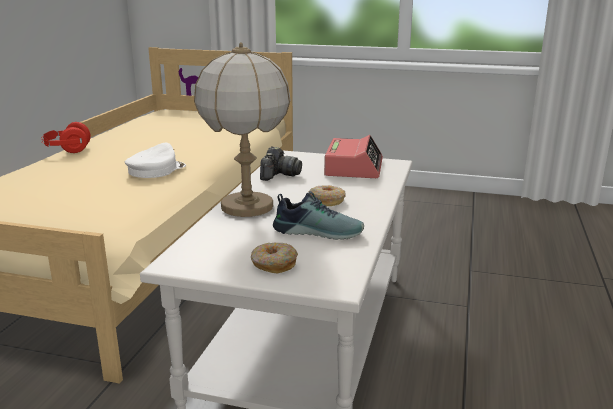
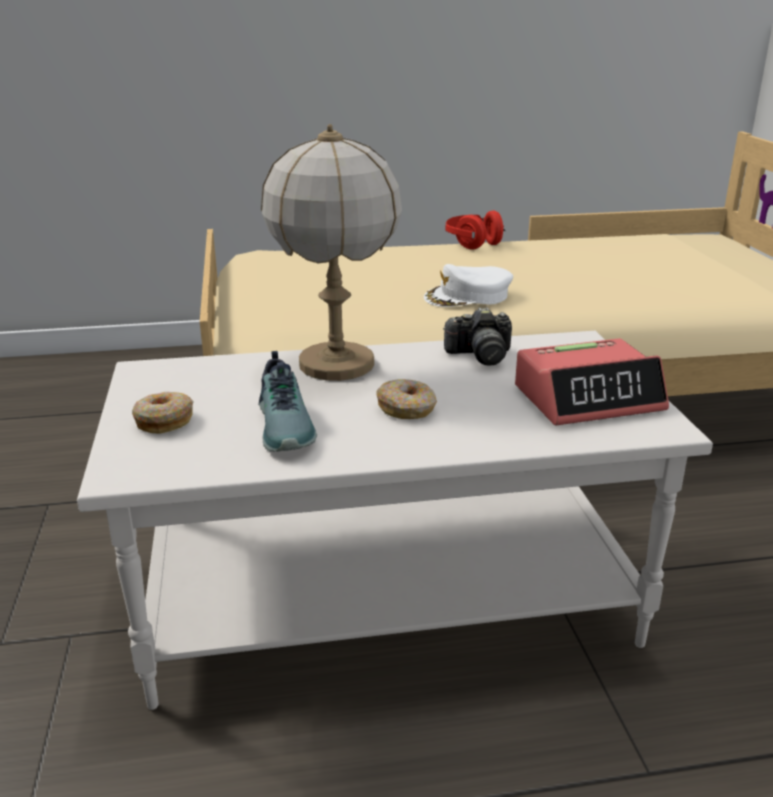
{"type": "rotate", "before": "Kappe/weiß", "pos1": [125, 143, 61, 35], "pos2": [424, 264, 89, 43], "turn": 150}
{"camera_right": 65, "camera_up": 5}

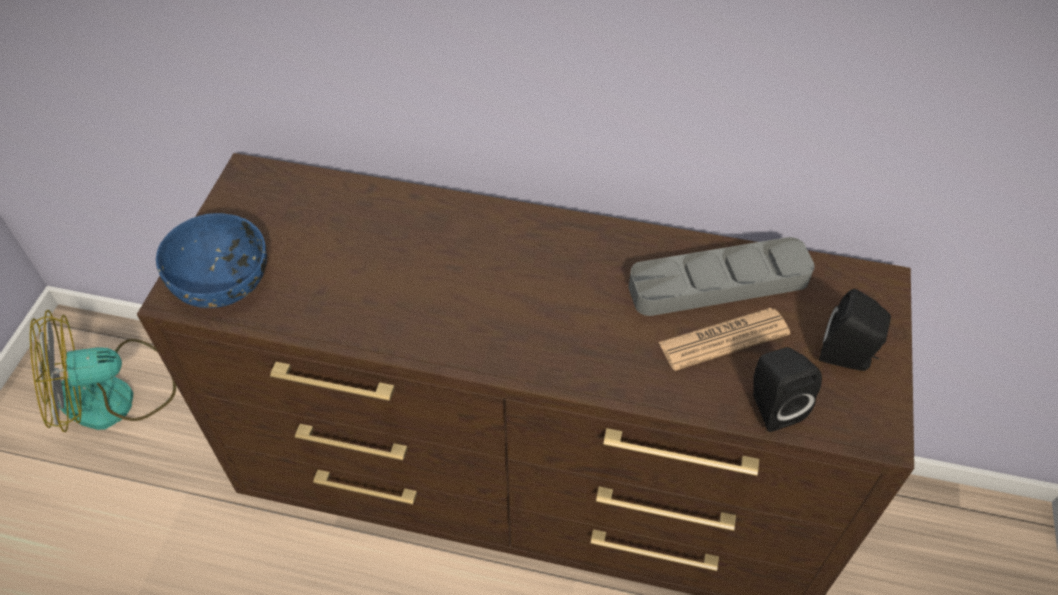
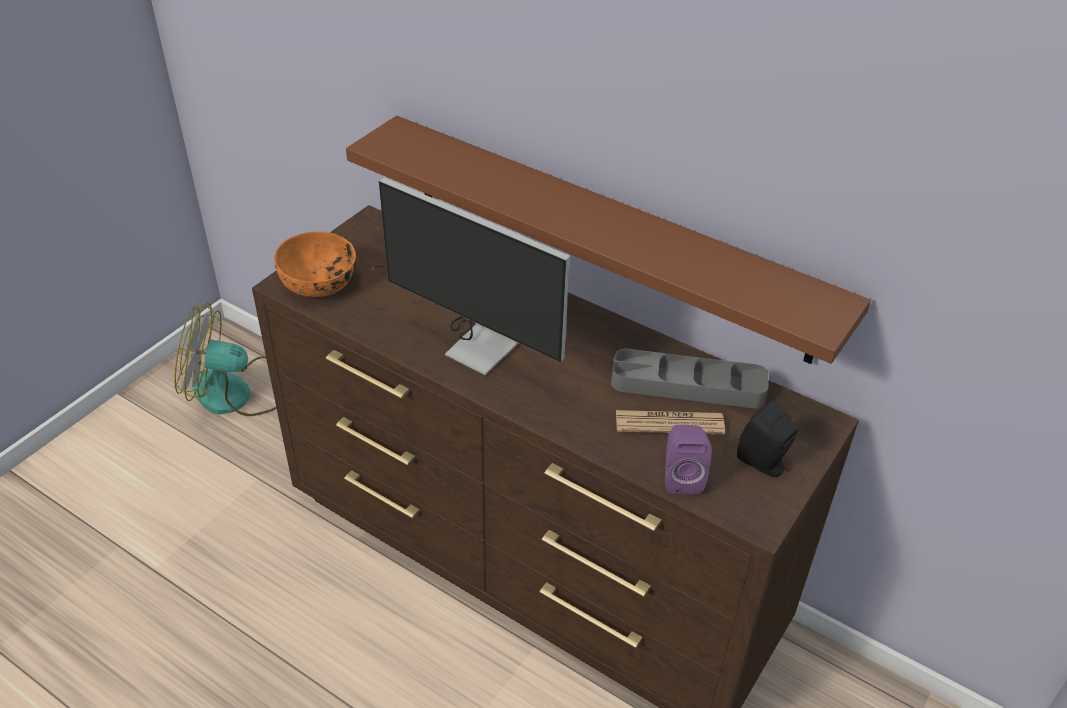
{"type": "insert", "after": "Wandregal/braun", "pos2": [346, 116, 525, 248]}
{"type": "insert", "after": "Monitor", "pos2": [371, 178, 199, 197]}
{"type": "recolor", "before": "Schüssel/blau", "after": "Schüssel/orange", "pos1": [156, 213, 111, 95], "pos2": [274, 231, 82, 66]}
{"type": "recolor", "before": "Lautsprecher/schwarz", "after": "Lautsprecher/lila", "pos1": [753, 347, 69, 85], "pos2": [665, 425, 47, 69]}
{"camera_right": 20, "camera_up": -10}

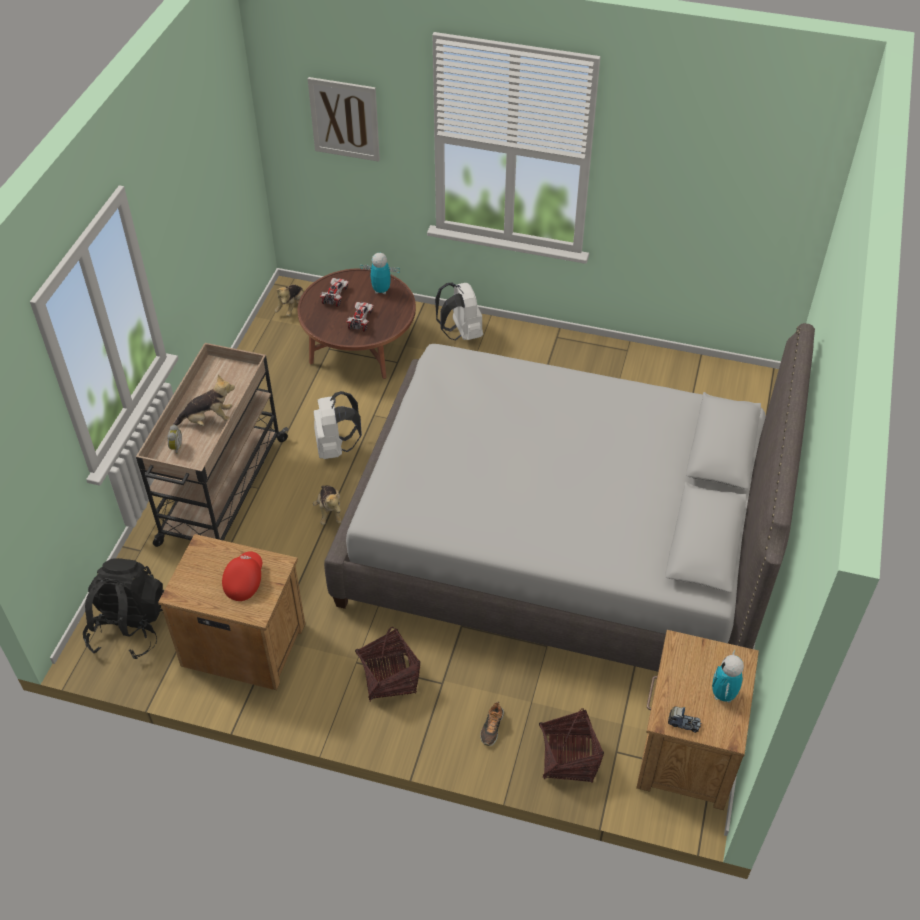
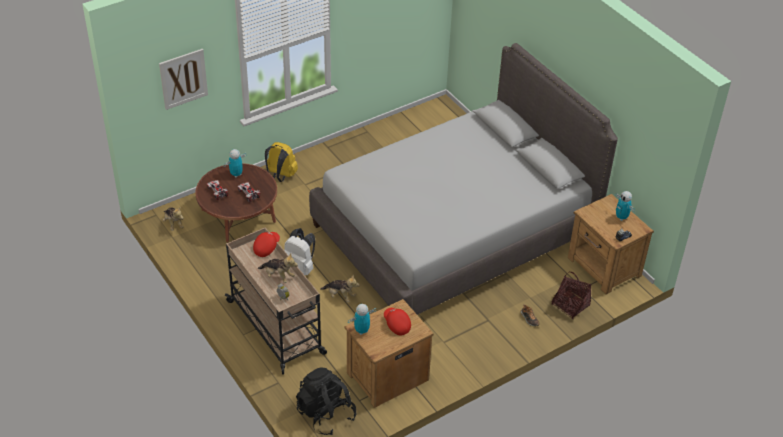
{"type": "delete", "before": "Korb", "pos1": [355, 627, 66, 75]}
{"type": "insert", "after": "Kappe/rot", "pos2": [253, 232, 27, 25]}
{"type": "insert", "after": "Spielzeugroboter", "pos2": [348, 304, 28, 31]}
{"type": "recolor", "before": "Rucksack/weiß", "after": "Rucksack/gelb", "pos1": [435, 283, 48, 57], "pos2": [265, 142, 33, 40]}
{"type": "rotate", "before": "Plüschtier", "pos1": [173, 374, 62, 52], "pos2": [258, 254, 40, 29], "turn": 90}
{"camera_right": -50, "camera_up": -5}

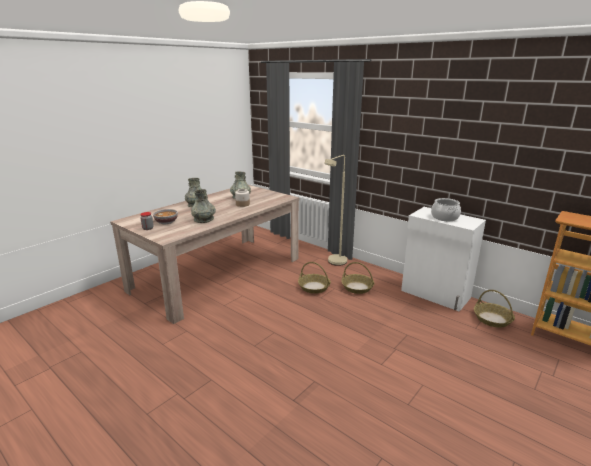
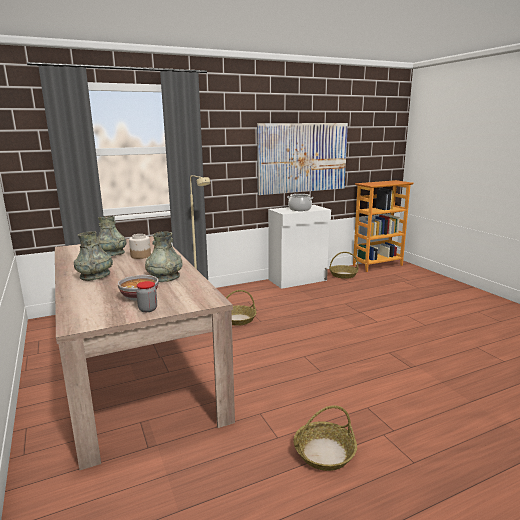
{"type": "insert", "after": "Bild", "pos2": [257, 123, 91, 72]}
{"type": "move", "before": "Korb", "pos1": [341, 262, 33, 32], "pos2": [294, 405, 63, 66]}
{"camera_right": -65, "camera_up": -5}

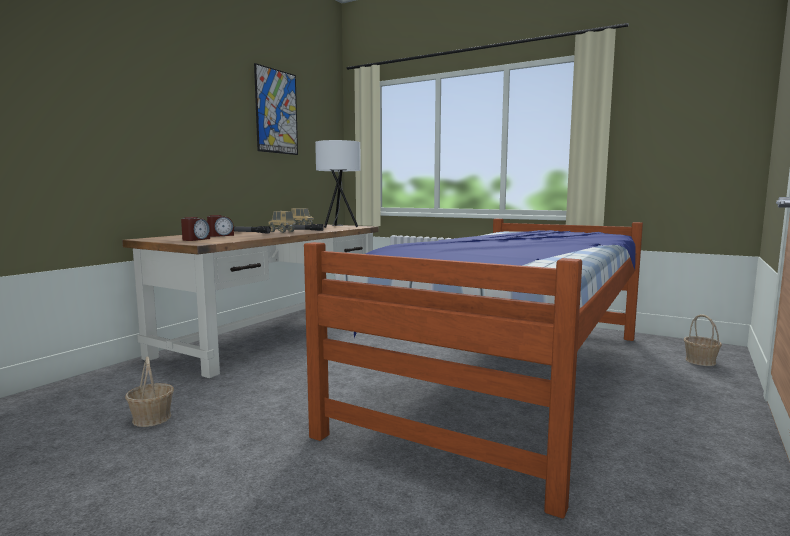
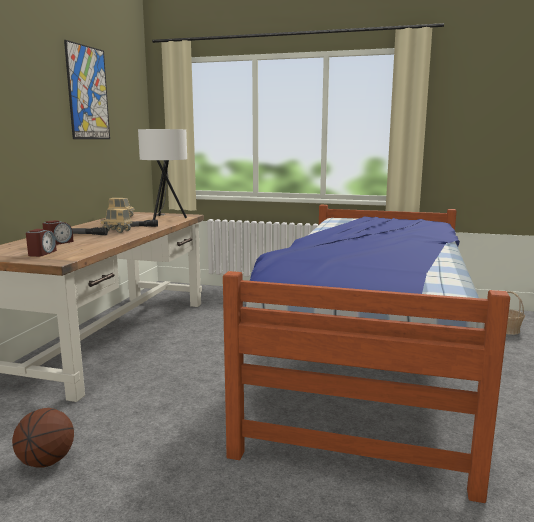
{"type": "replace", "before": "Korb", "after": "Basketball", "pos1": [125, 356, 49, 71], "pos2": [12, 408, 62, 60]}
{"camera_right": -15, "camera_up": 5}

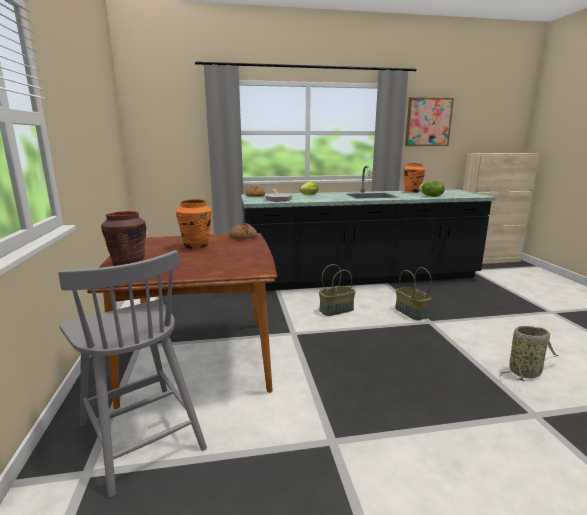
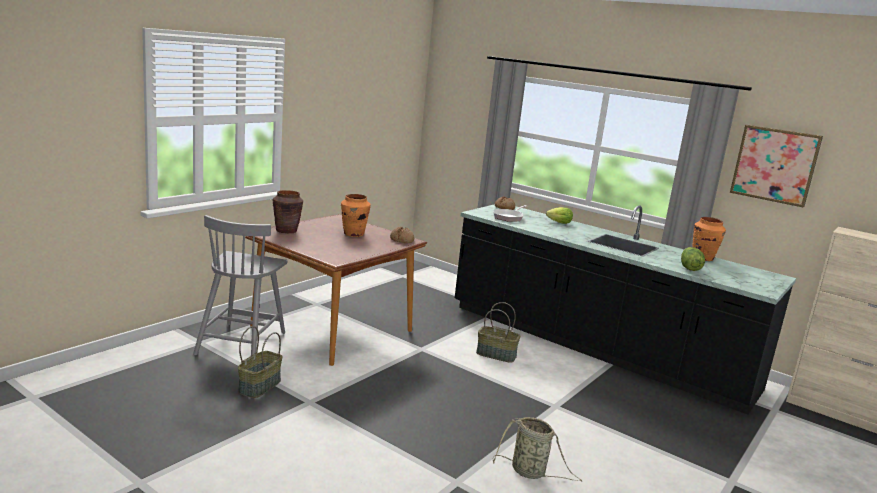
{"type": "move", "before": "Korb", "pos1": [395, 267, 37, 53], "pos2": [238, 326, 45, 72]}
{"camera_right": 45, "camera_up": 0}

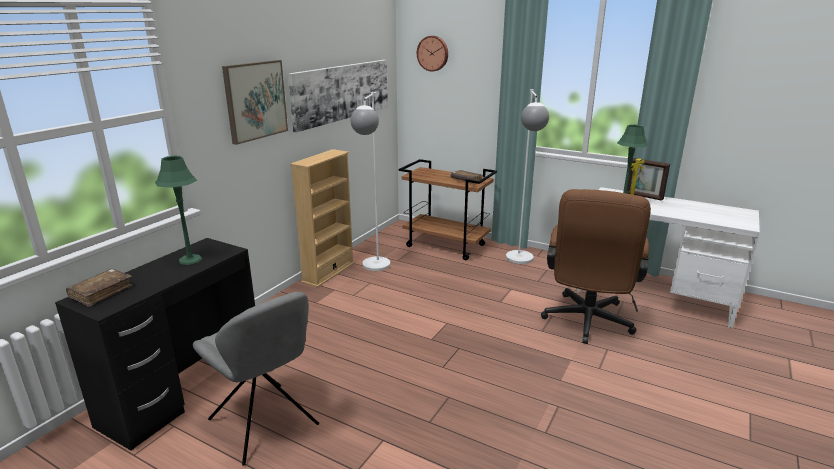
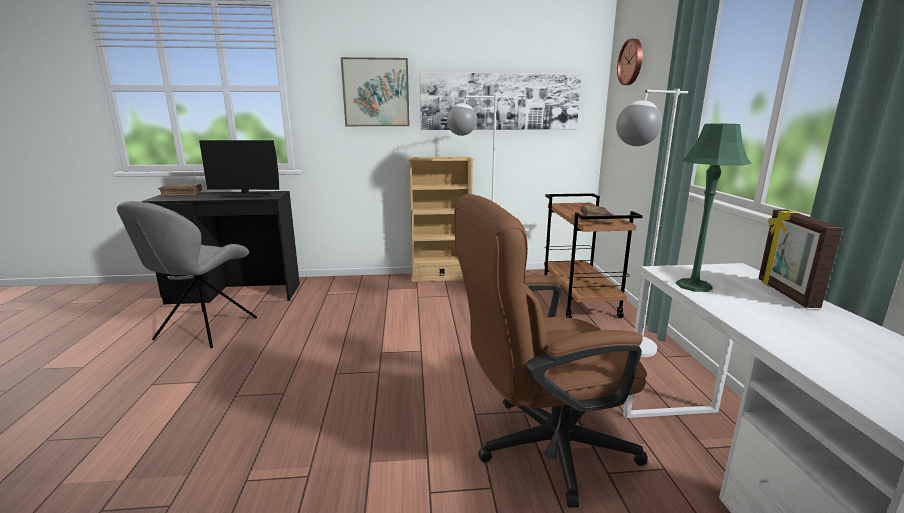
{"type": "replace", "before": "Tischlampe/grün", "after": "Monitor", "pos1": [155, 156, 47, 109], "pos2": [199, 140, 80, 57]}
{"camera_right": 55, "camera_up": -5}

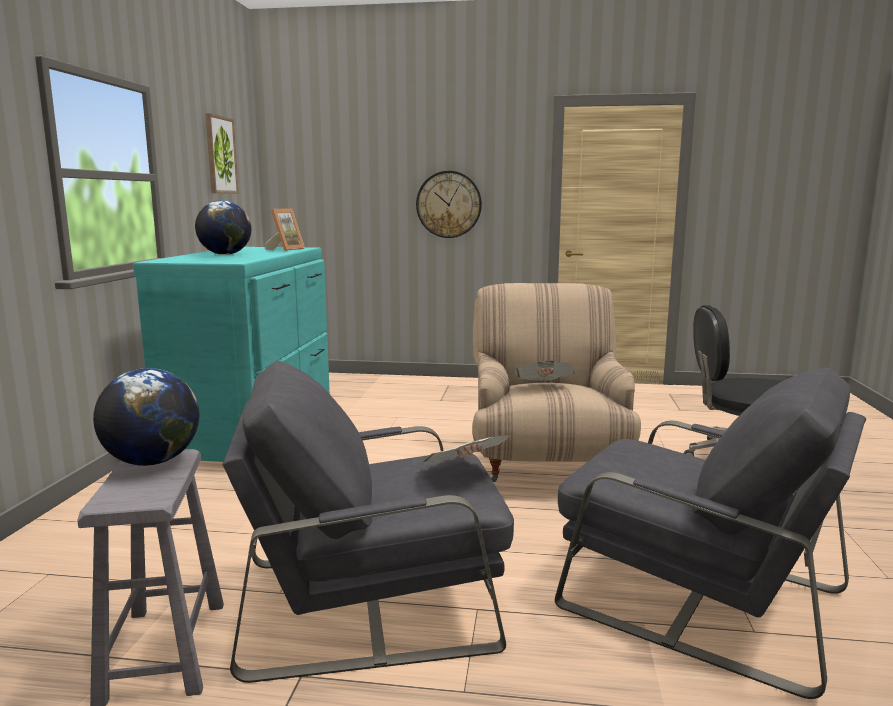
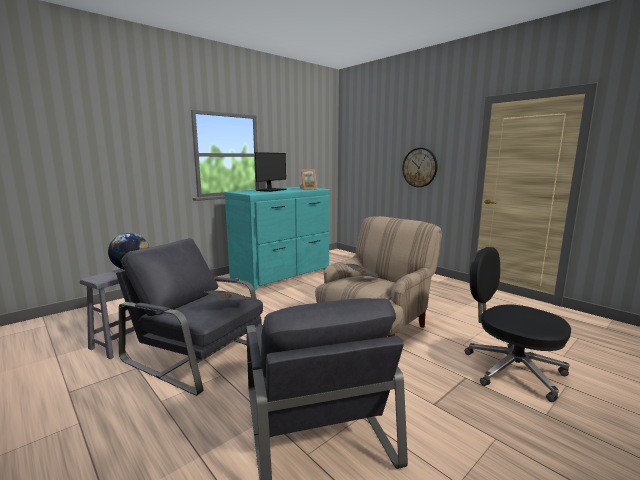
{"type": "delete", "before": "Bild", "pos1": [205, 113, 34, 81]}
{"type": "replace", "before": "Globus", "after": "Monitor", "pos1": [195, 200, 56, 55], "pos2": [255, 152, 31, 40]}
{"camera_right": 40, "camera_up": 0}

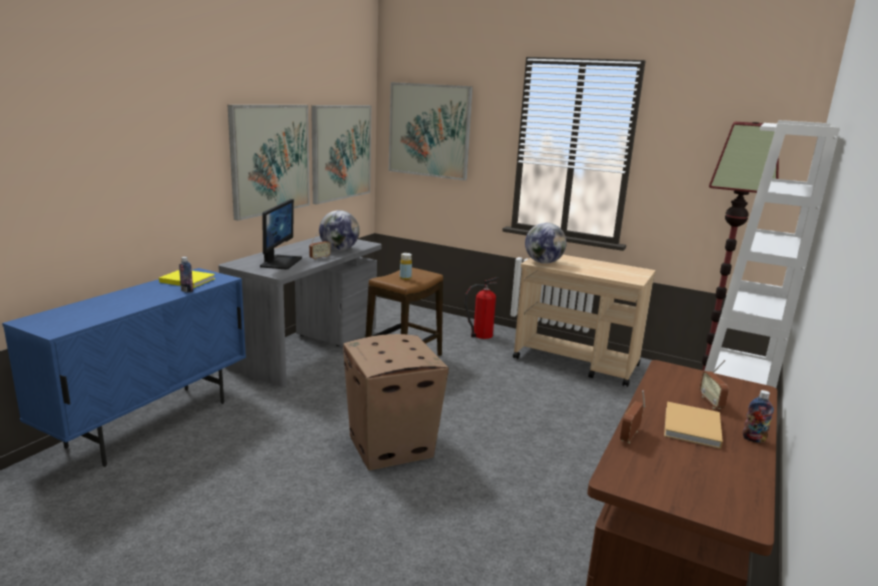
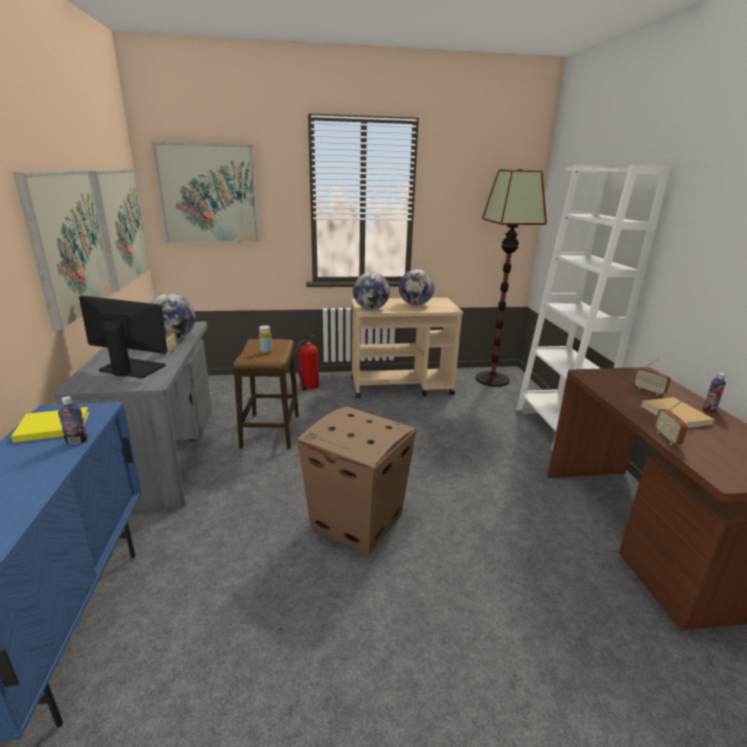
{"type": "insert", "after": "Globus", "pos2": [399, 269, 35, 36]}
{"type": "rotate", "before": "Monitor", "pos1": [260, 199, 42, 71], "pos2": [79, 296, 88, 82], "turn": -45}
{"camera_right": -35, "camera_up": 5}

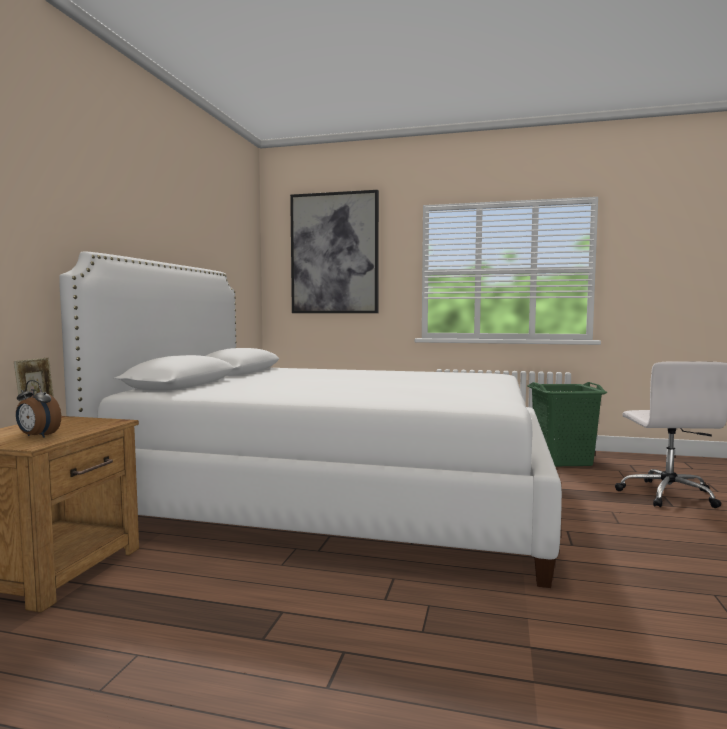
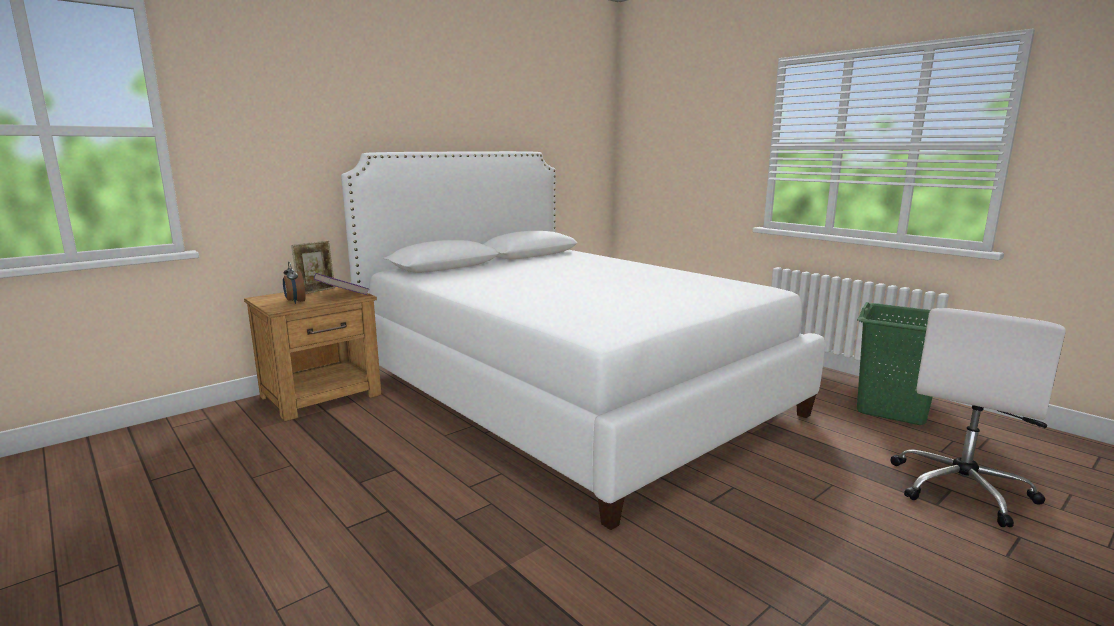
{"type": "delete", "before": "Bild", "pos1": [290, 190, 89, 123]}
{"type": "insert", "after": "Buch/lila", "pos2": [314, 273, 55, 22]}
{"camera_right": 35, "camera_up": 10}

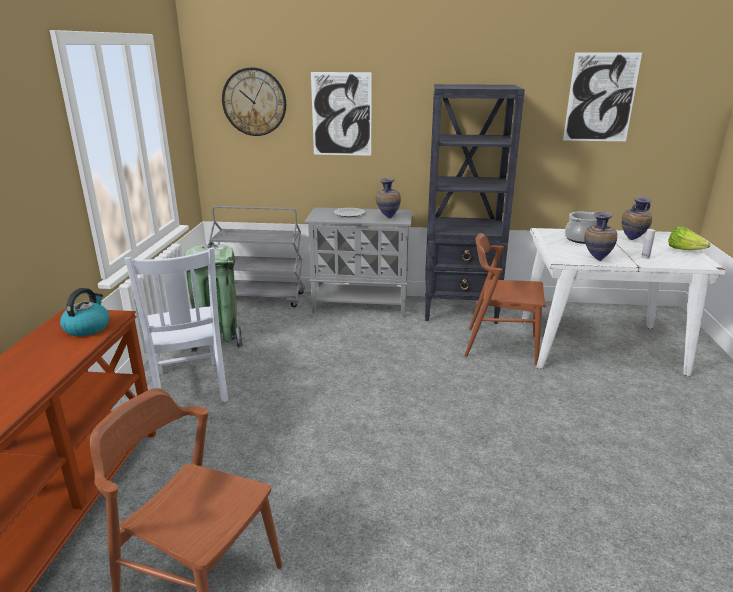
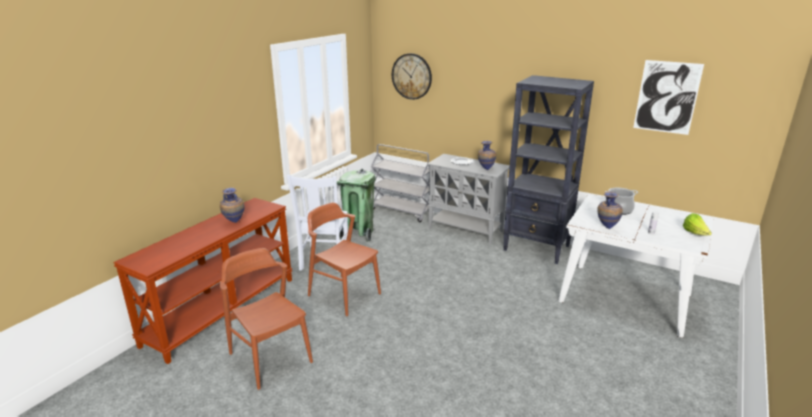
{"type": "delete", "before": "Wasserkessel", "pos1": [60, 288, 49, 48]}
{"type": "delete", "before": "Bild", "pos1": [311, 72, 61, 84]}
{"type": "move", "before": "Stuhl/braun", "pos1": [464, 233, 82, 133], "pos2": [308, 202, 73, 114]}
{"type": "move", "before": "Vase", "pos1": [622, 196, 30, 44], "pos2": [220, 187, 24, 36]}
{"camera_right": 25, "camera_up": 0}

